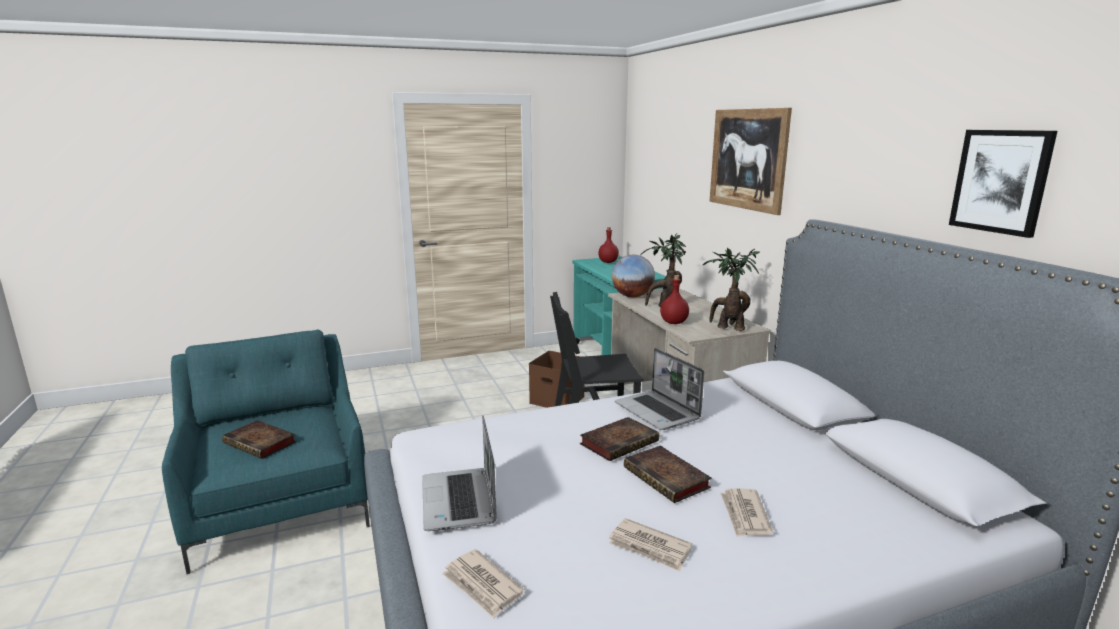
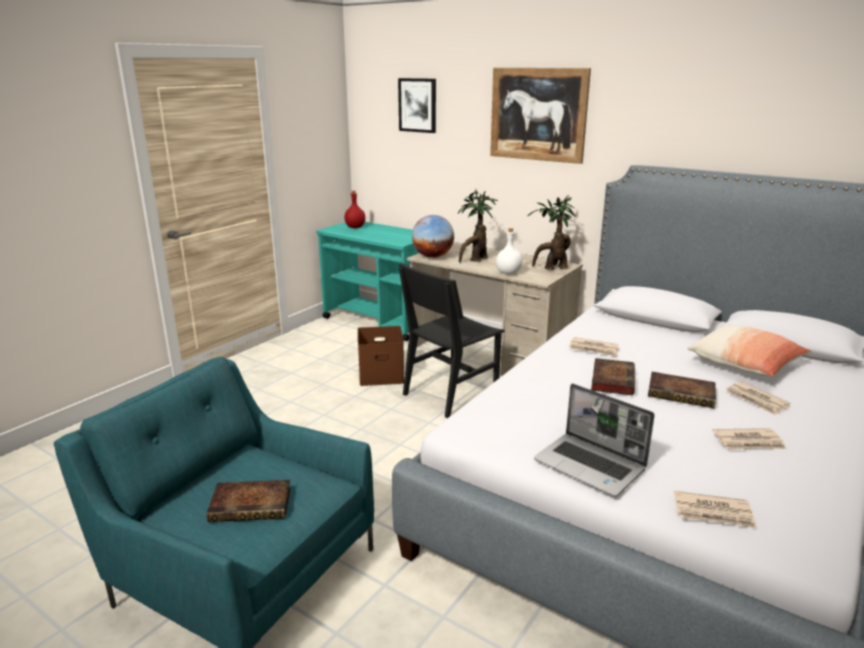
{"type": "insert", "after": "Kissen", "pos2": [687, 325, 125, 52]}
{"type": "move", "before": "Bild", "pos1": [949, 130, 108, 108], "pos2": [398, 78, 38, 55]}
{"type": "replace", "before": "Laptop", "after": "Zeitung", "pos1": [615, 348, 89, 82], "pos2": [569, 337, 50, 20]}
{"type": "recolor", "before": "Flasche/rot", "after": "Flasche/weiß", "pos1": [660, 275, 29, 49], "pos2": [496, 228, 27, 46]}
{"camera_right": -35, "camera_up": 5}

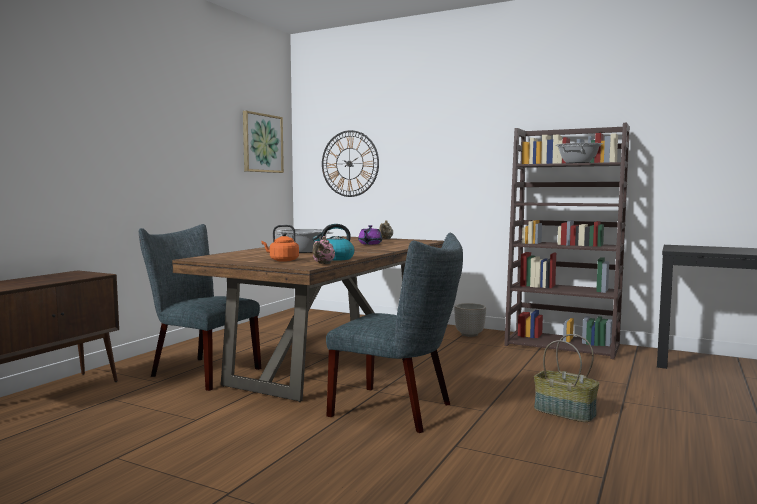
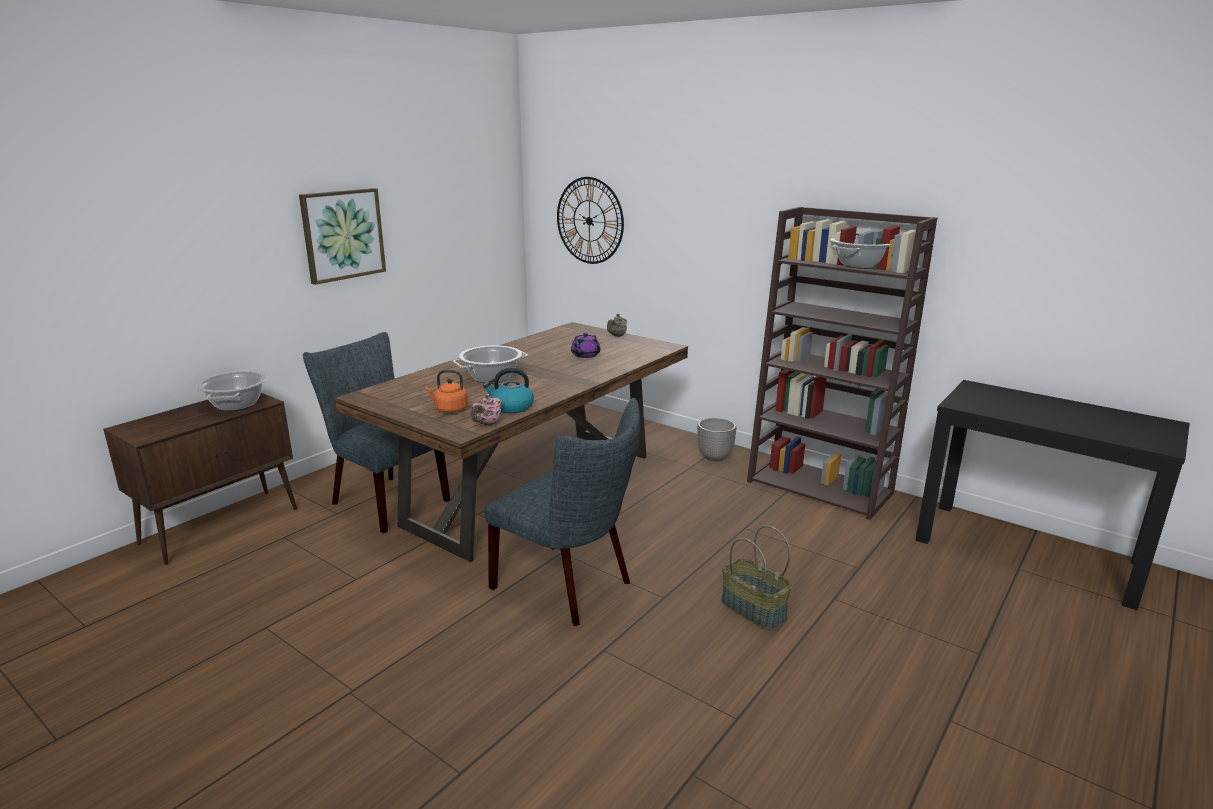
{"type": "insert", "after": "Kochtopf", "pos2": [196, 371, 71, 40]}
{"type": "move", "before": "Bild", "pos1": [243, 111, 41, 62], "pos2": [299, 188, 87, 97]}
{"camera_right": 10, "camera_up": 15}

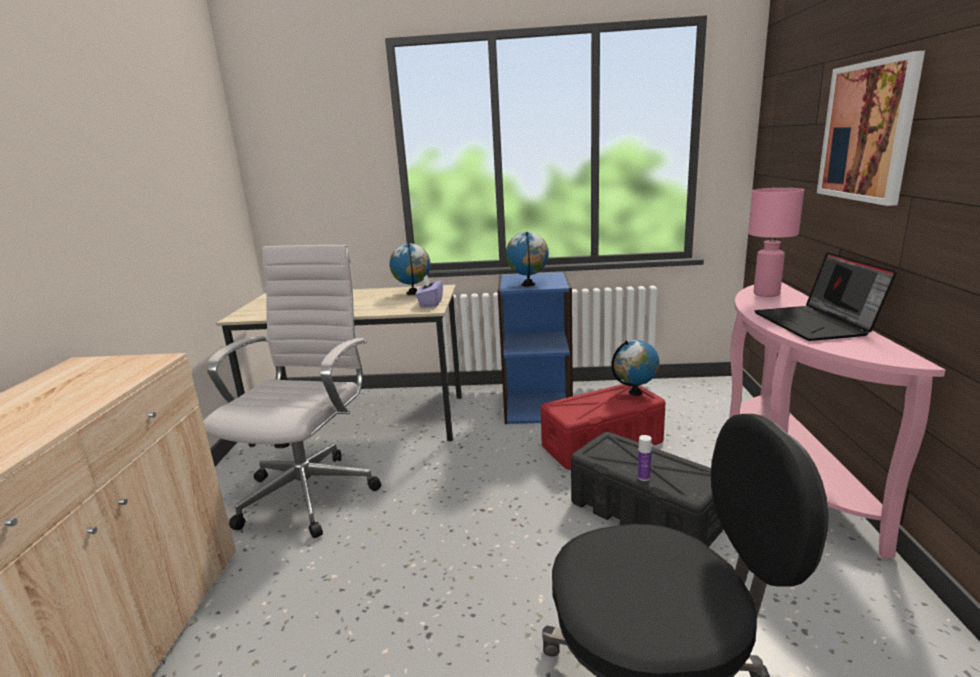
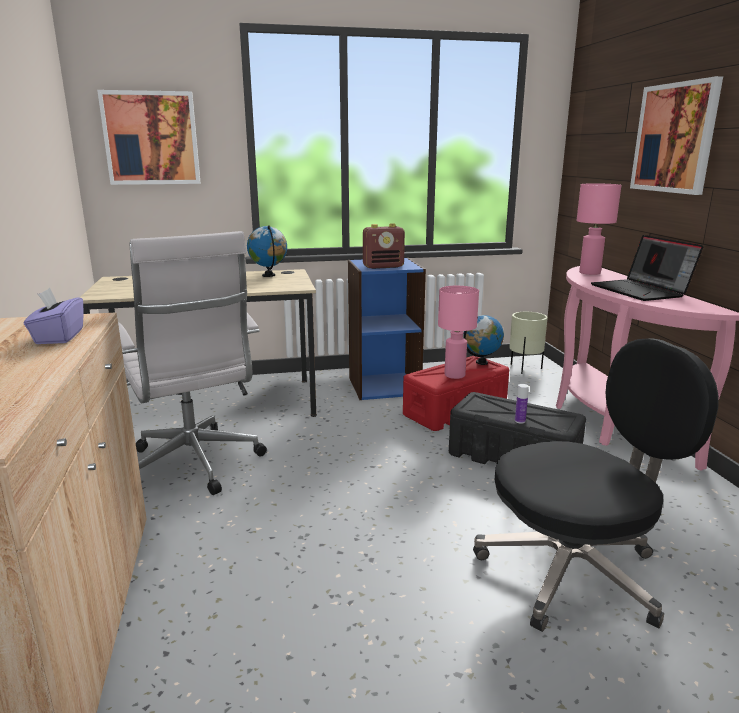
{"type": "insert", "after": "Bild", "pos2": [97, 90, 103, 95]}
{"type": "insert", "after": "Tischlampe/rosa", "pos2": [438, 286, 41, 93]}
{"type": "insert", "after": "Pflanzkübel/beige", "pos2": [509, 312, 39, 62]}
{"type": "move", "before": "Taschentuchbox/lila", "pos1": [416, 275, 27, 32], "pos2": [24, 288, 60, 56]}
{"type": "replace", "before": "Globus", "after": "Radio", "pos1": [506, 232, 43, 54], "pos2": [363, 223, 42, 46]}
{"type": "rotate", "before": "Bürostuhl/weiß", "pos1": [203, 245, 178, 294], "pos2": [118, 231, 149, 264], "turn": 150}
{"camera_right": -15, "camera_up": 0}

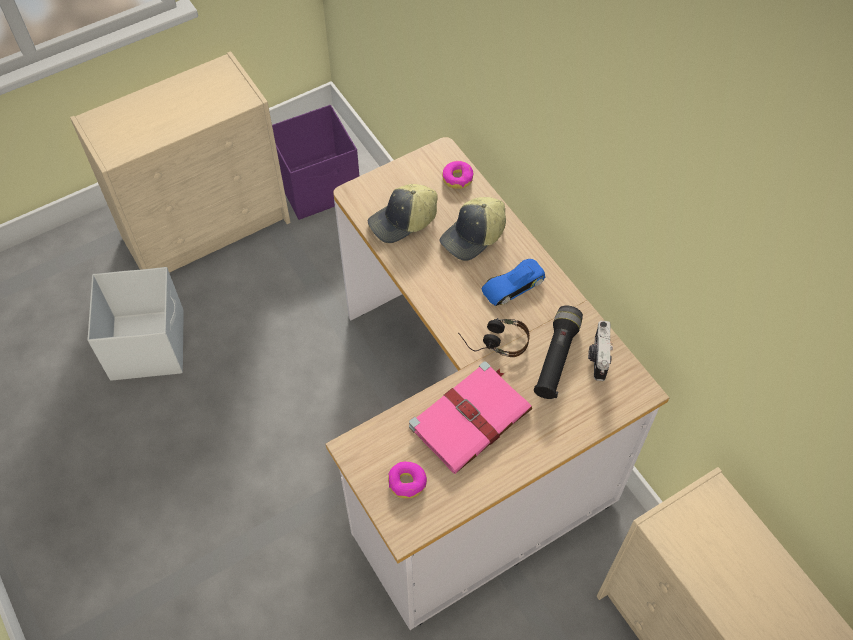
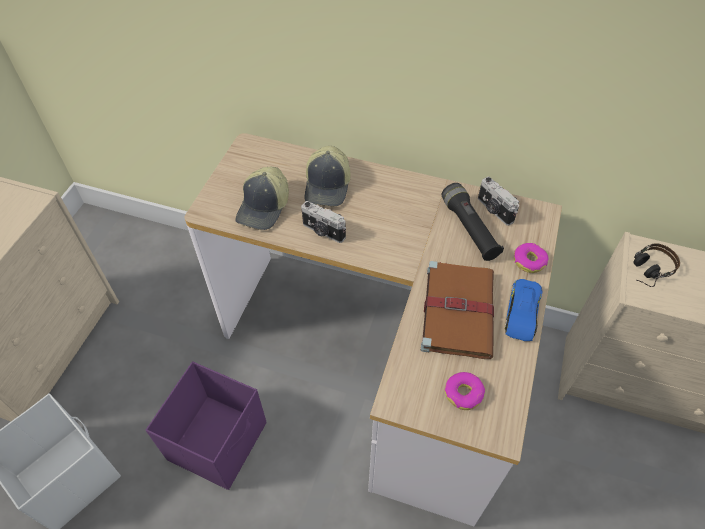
{"type": "insert", "after": "Kamera", "pos2": [301, 201, 45, 42]}
{"type": "move", "before": "Aufbewahrungsbox/lila", "pos1": [272, 105, 87, 115], "pos2": [146, 362, 121, 128]}
{"type": "move", "before": "Donut", "pos1": [442, 161, 32, 28], "pos2": [514, 243, 35, 30]}
{"type": "move", "before": "Kopfhörer", "pos1": [458, 318, 72, 39], "pos2": [633, 243, 47, 44]}
{"type": "move", "before": "Spielzeugauto/blau", "pos1": [481, 259, 64, 47], "pos2": [505, 279, 38, 62]}
{"type": "recolor", "before": "Buch/rosa", "after": "Buch/braun", "pos1": [409, 361, 123, 113], "pos2": [421, 261, 73, 98]}
{"camera_right": -40, "camera_up": -5}

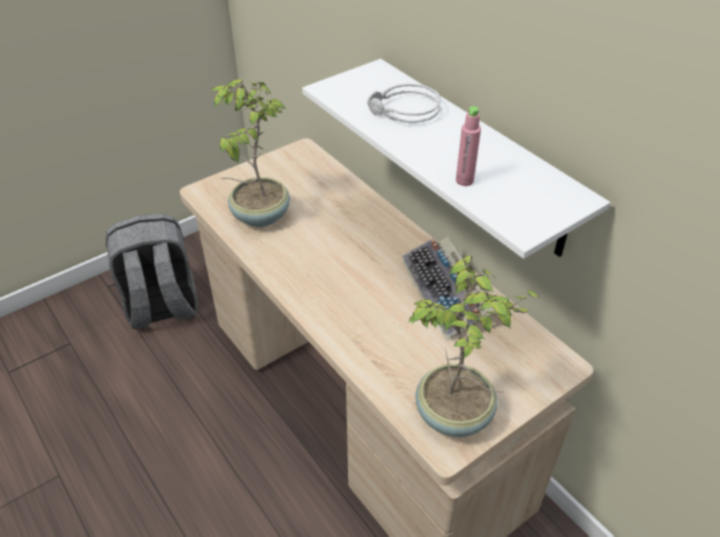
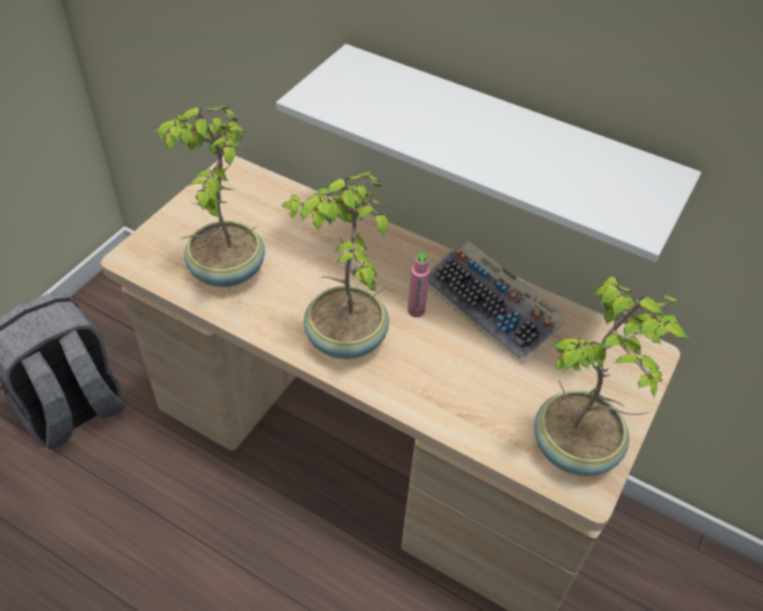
{"type": "delete", "before": "Kopfhörer/grau", "pos1": [367, 83, 74, 40]}
{"type": "insert", "after": "Topfpflanze", "pos2": [281, 172, 108, 187]}
{"type": "move", "before": "Flasche/rosa", "pos1": [456, 106, 25, 80], "pos2": [408, 252, 22, 66]}
{"camera_right": -25, "camera_up": 5}

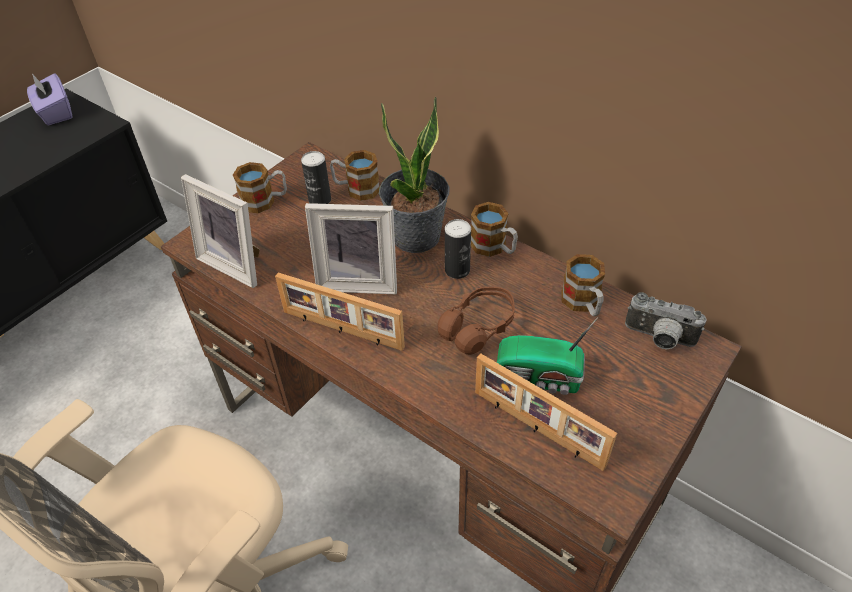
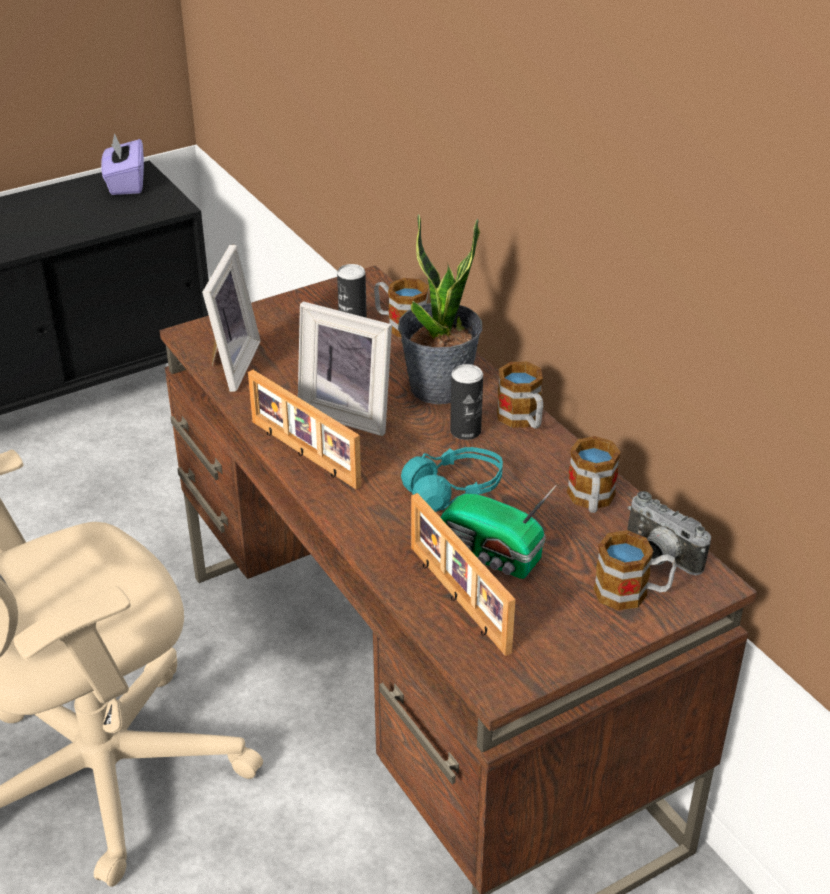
{"type": "move", "before": "Henkelbecher", "pos1": [233, 162, 54, 51], "pos2": [593, 530, 84, 81]}
{"type": "recolor", "before": "Kopfhörer/braun", "after": "Kopfhörer/türkis", "pos1": [437, 287, 78, 68], "pos2": [401, 447, 102, 65]}
{"type": "rotate", "before": "Bilderrahmen", "pos1": [181, 174, 79, 114], "pos2": [202, 245, 59, 147], "turn": -135}
{"camera_right": 20, "camera_up": -10}

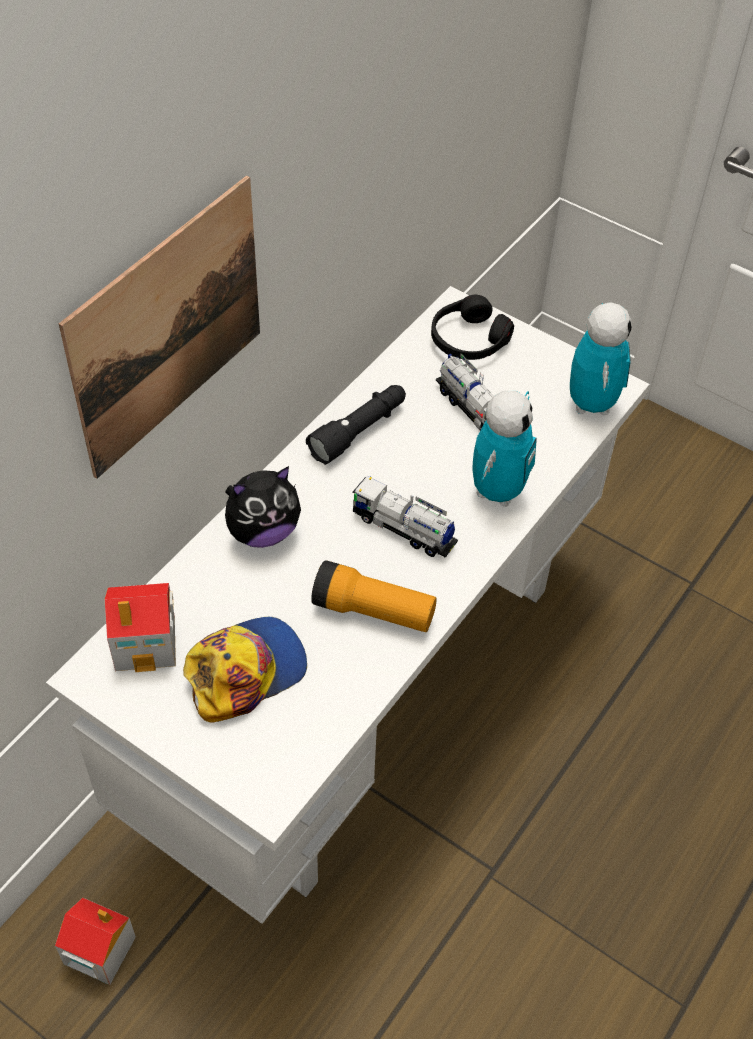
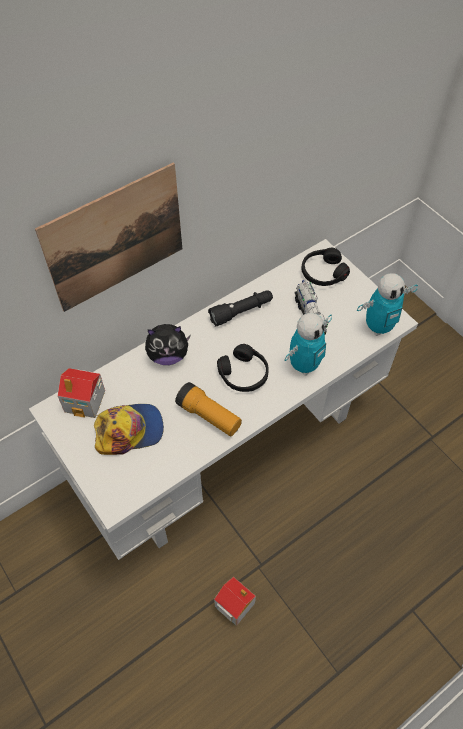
{"type": "move", "before": "Spielzeughaus", "pos1": [55, 898, 81, 87], "pos2": [214, 577, 42, 49]}
{"type": "replace", "before": "Spielzeuglaster", "after": "Kopfhörer/schwarz", "pos1": [352, 476, 106, 82], "pos2": [217, 344, 52, 48]}
{"type": "rotate", "before": "Spielzeugroboter", "pos1": [570, 302, 62, 113], "pos2": [357, 273, 61, 63], "turn": 45}
{"camera_right": 20, "camera_up": 5}

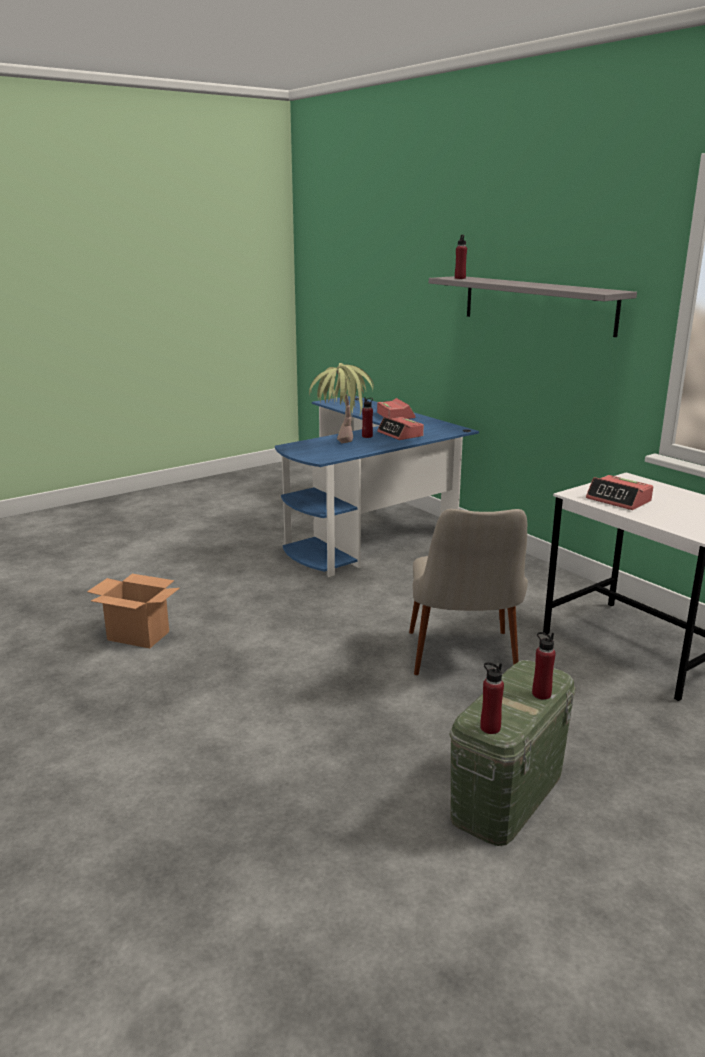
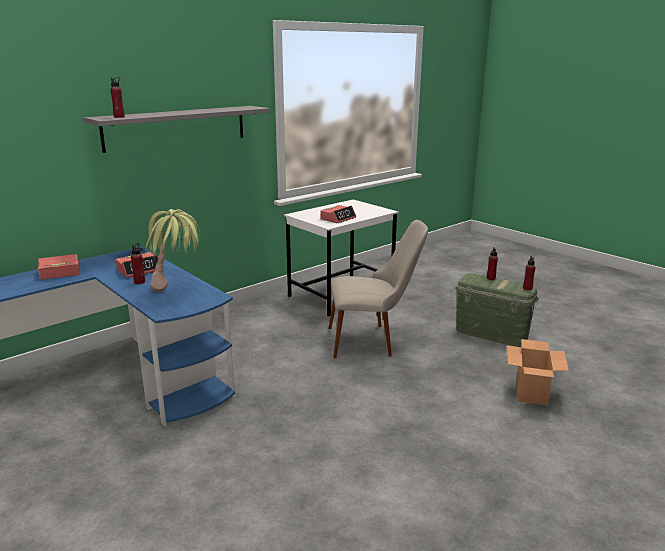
{"type": "move", "before": "Karton", "pos1": [87, 574, 93, 74], "pos2": [507, 339, 62, 67]}
{"camera_right": -95, "camera_up": 0}

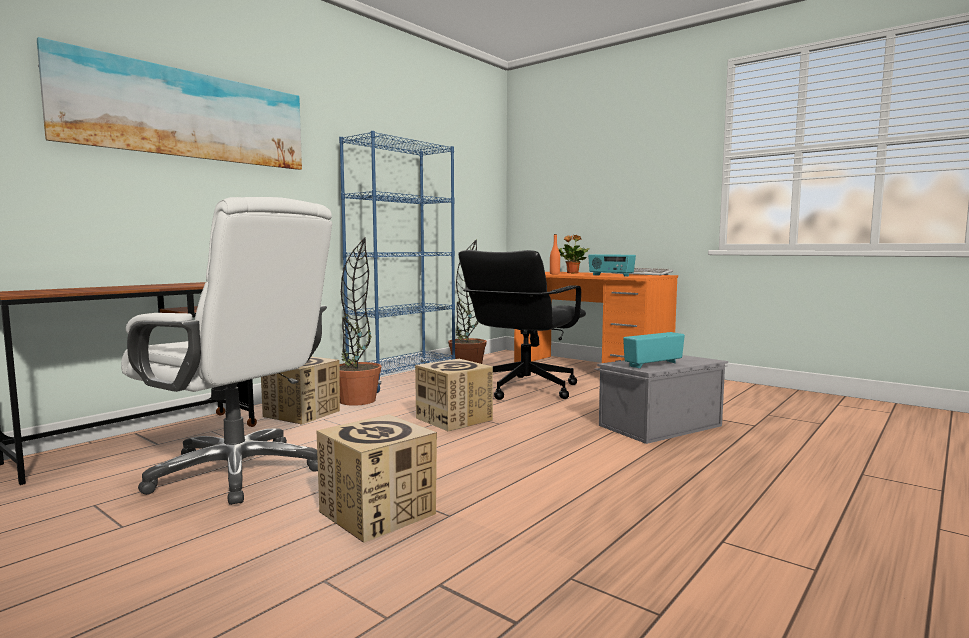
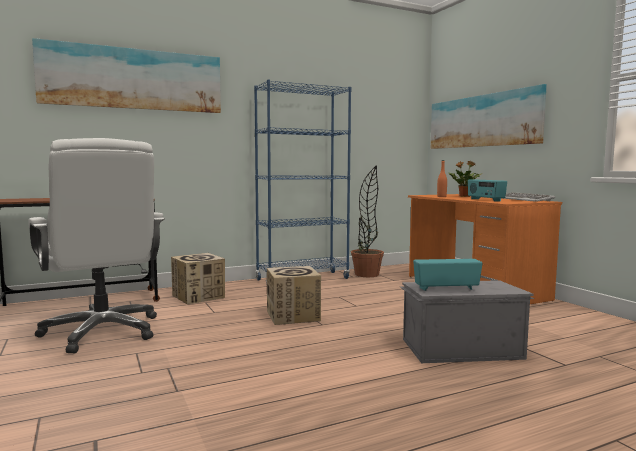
{"type": "delete", "before": "Karton", "pos1": [317, 414, 120, 129]}
{"type": "delete", "before": "Topfpflanze", "pos1": [339, 237, 43, 169]}
{"type": "delete", "before": "Bürostuhl/schwarz", "pos1": [458, 250, 128, 150]}
{"type": "insert", "after": "Bild", "pos2": [431, 84, 116, 65]}
{"camera_right": 25, "camera_up": 0}

